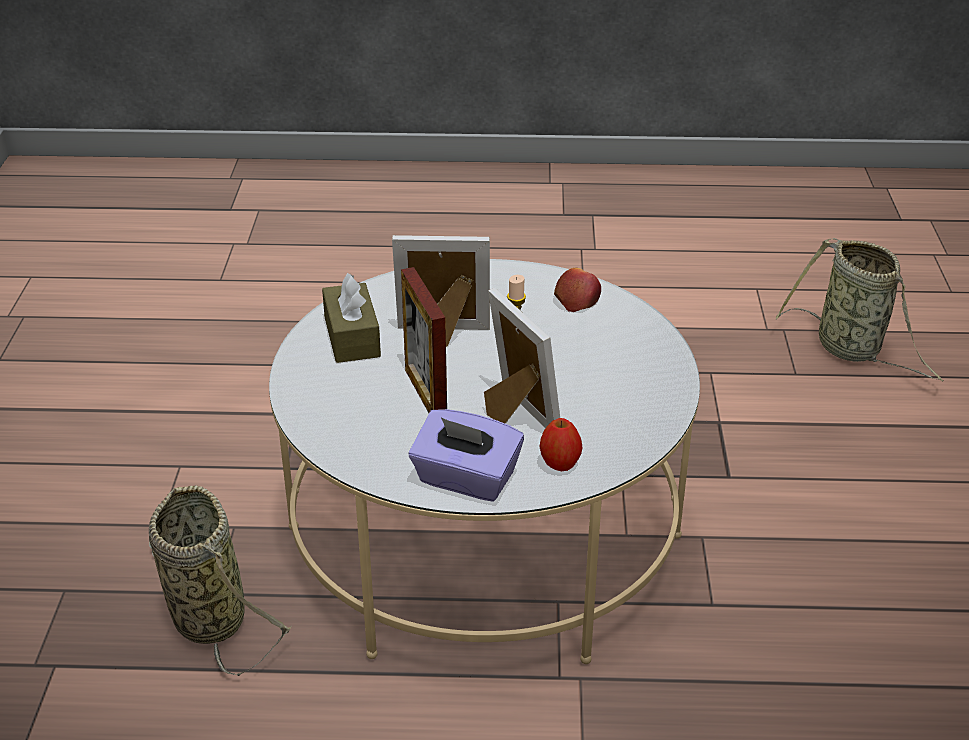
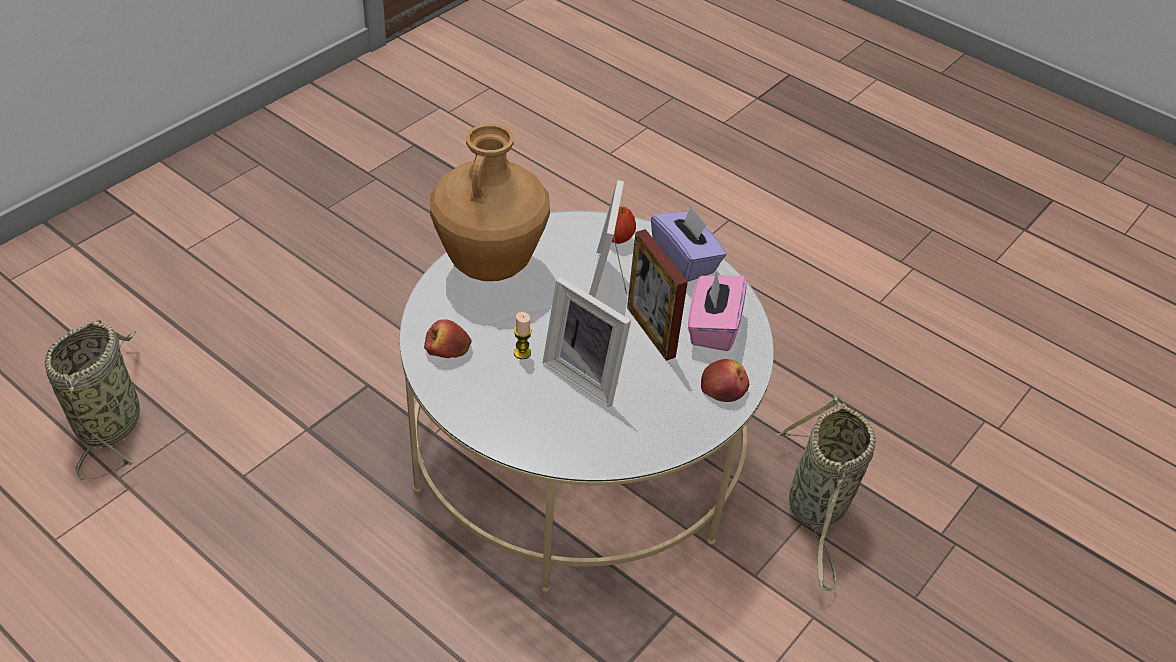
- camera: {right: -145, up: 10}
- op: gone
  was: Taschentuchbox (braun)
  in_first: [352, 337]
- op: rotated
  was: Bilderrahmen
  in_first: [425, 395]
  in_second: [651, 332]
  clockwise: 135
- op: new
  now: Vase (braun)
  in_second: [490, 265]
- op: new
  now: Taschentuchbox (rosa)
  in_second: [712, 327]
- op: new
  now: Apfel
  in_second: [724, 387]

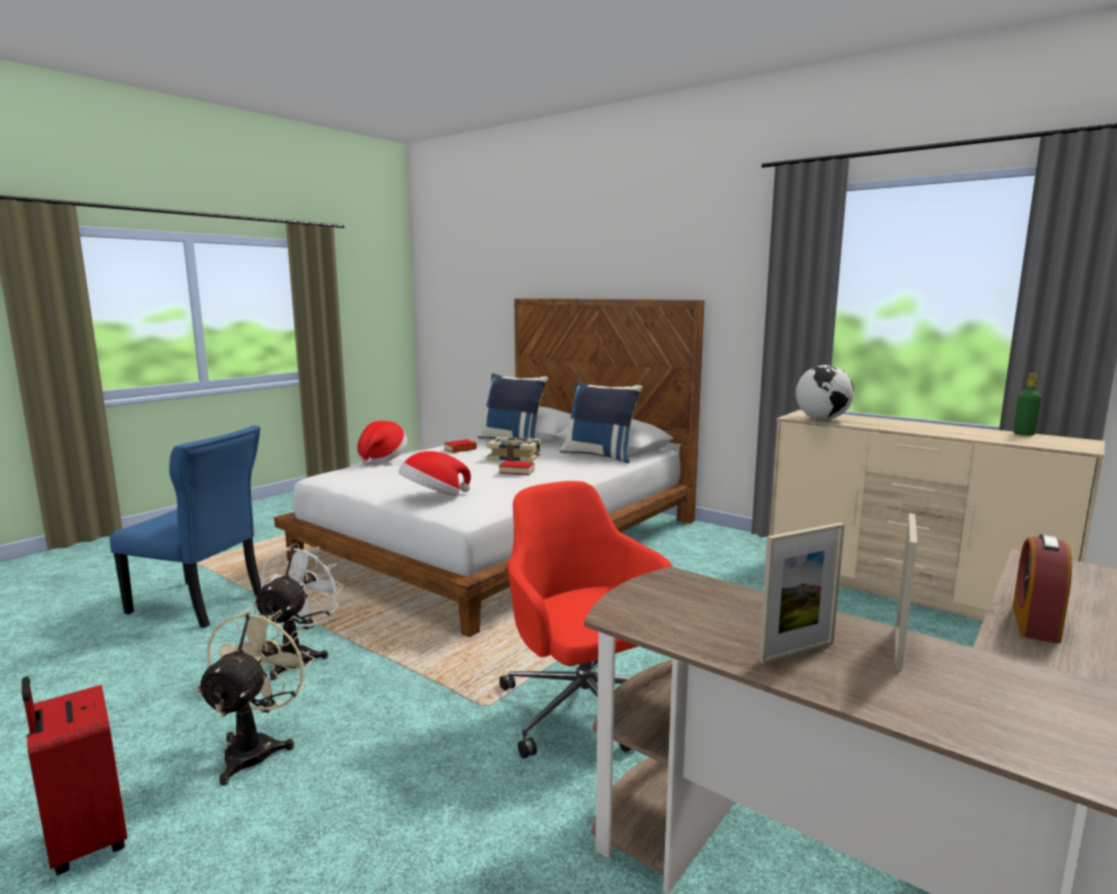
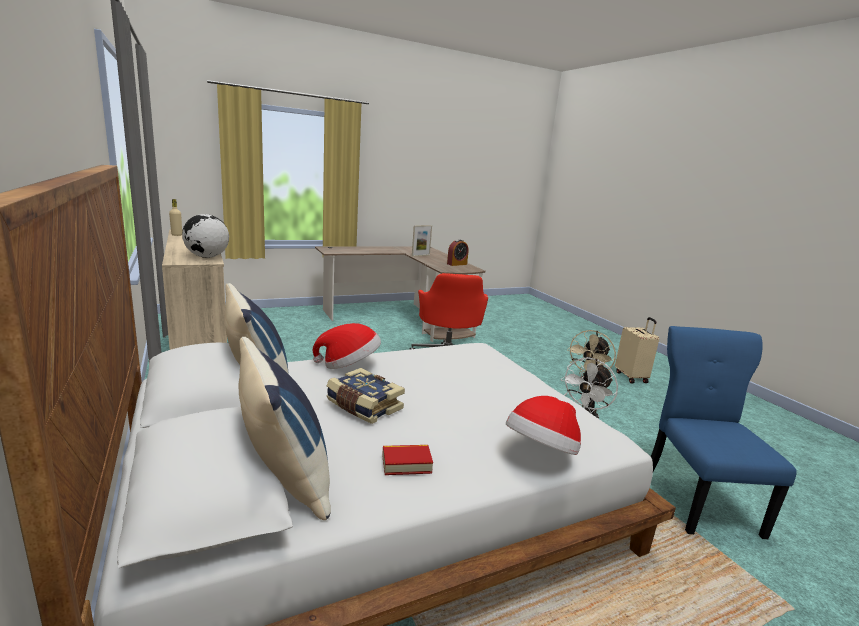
- camera: {right: -155, up: 5}
- op: repainted
  was: Koffer (rot)
  now: Koffer (beige)
  in_first: [85, 842]
  in_second: [631, 377]
- op: rotated
  was: Stuhl (blau)
  in_first: [200, 605]
  in_second: [697, 499]
  clockwise: 45
- op: shifted
  was: Hut
  in_first: [433, 497]
  in_second: [349, 365]
- op: gone
  was: Buch
  in_first: [517, 471]
- op: gone
  was: Bilderrahmen
  in_first: [796, 652]
- op: shifted
  was: Wecker
  in_first: [1035, 624]
  in_second: [457, 264]
- op: repainted
  was: Flasche (grün)
  now: Flasche (beige)
  in_first: [1023, 434]
  in_second: [176, 235]

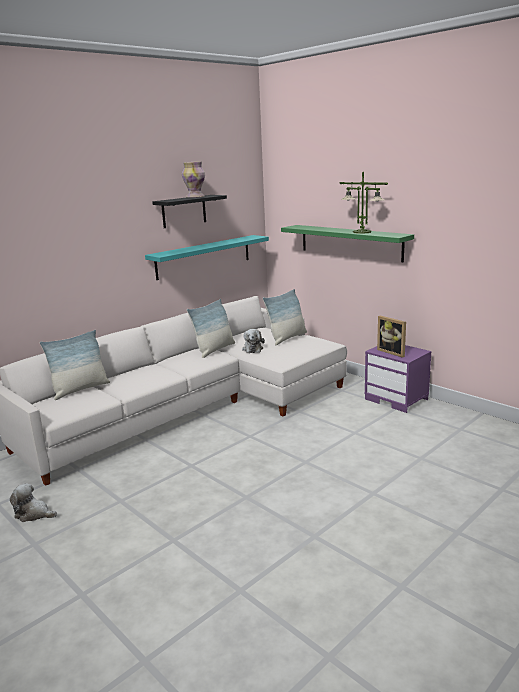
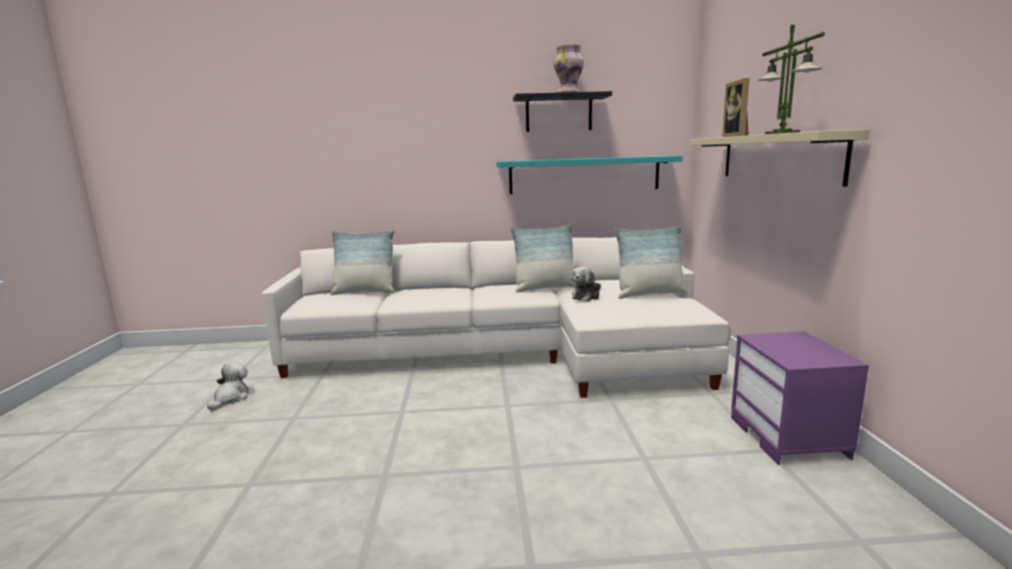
- camera: {right: 40, up: -5}
- op: rotated
  was: Plüschtier
  in_first: [34, 514]
  in_second: [231, 398]
  clockwise: 45
- op: repainted
  was: Wandregal (grün)
  now: Wandregal (beige)
  in_first: [350, 242]
  in_second: [777, 157]
- op: shifted
  was: Bilderrahmen
  in_first: [393, 352]
  in_second: [738, 136]

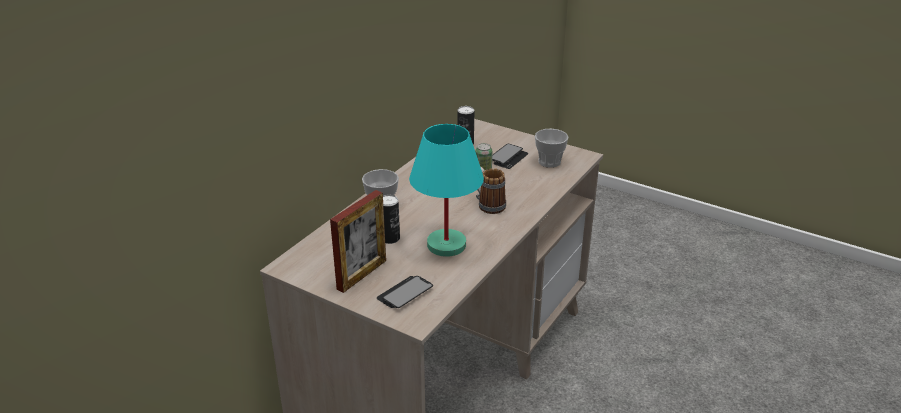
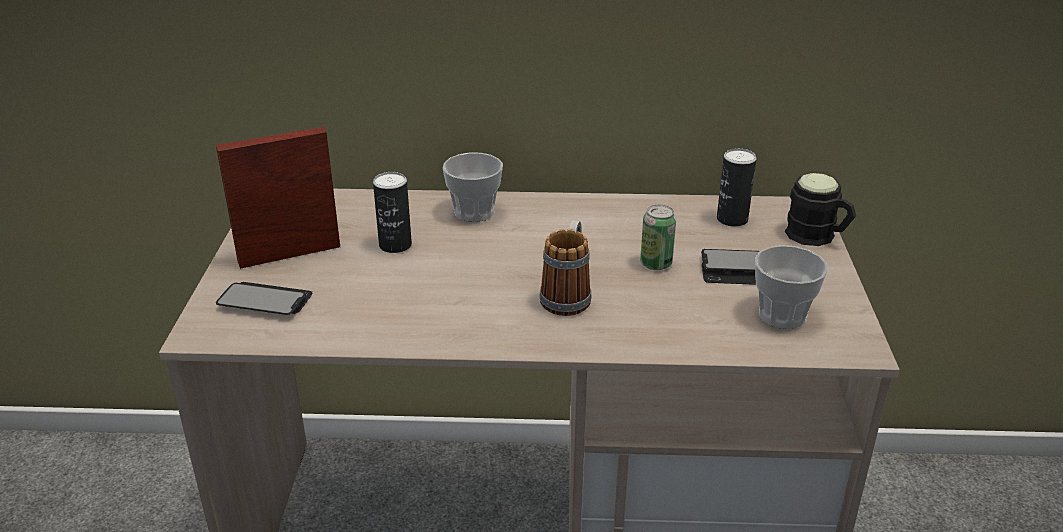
- camera: {right: 60, up: 0}
- op: rotated
  was: Bilderrahmen
  in_first: [362, 274]
  in_second: [289, 254]
  clockwise: 150
- op: gone
  was: Tischlampe (türkis)
  in_first: [447, 245]
- op: new
  now: Henkelbecher (schwarz)
  in_second: [817, 237]

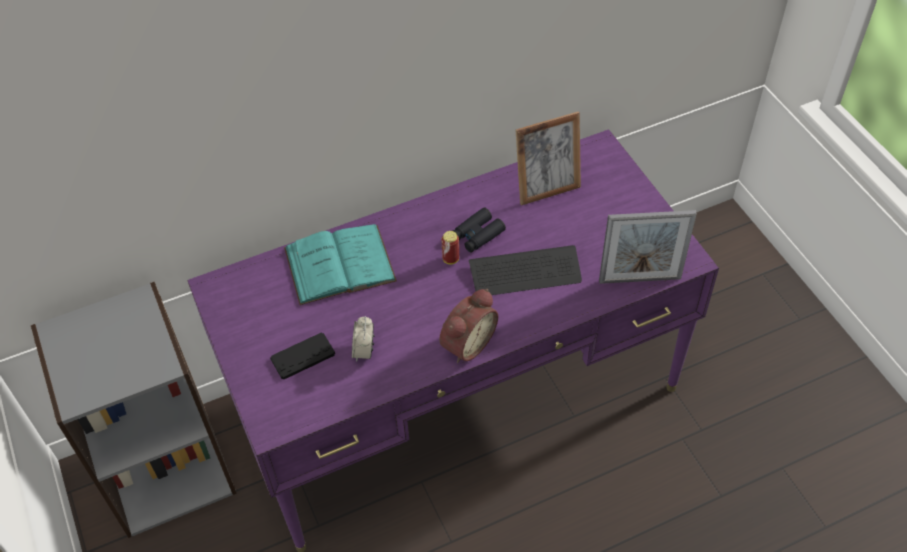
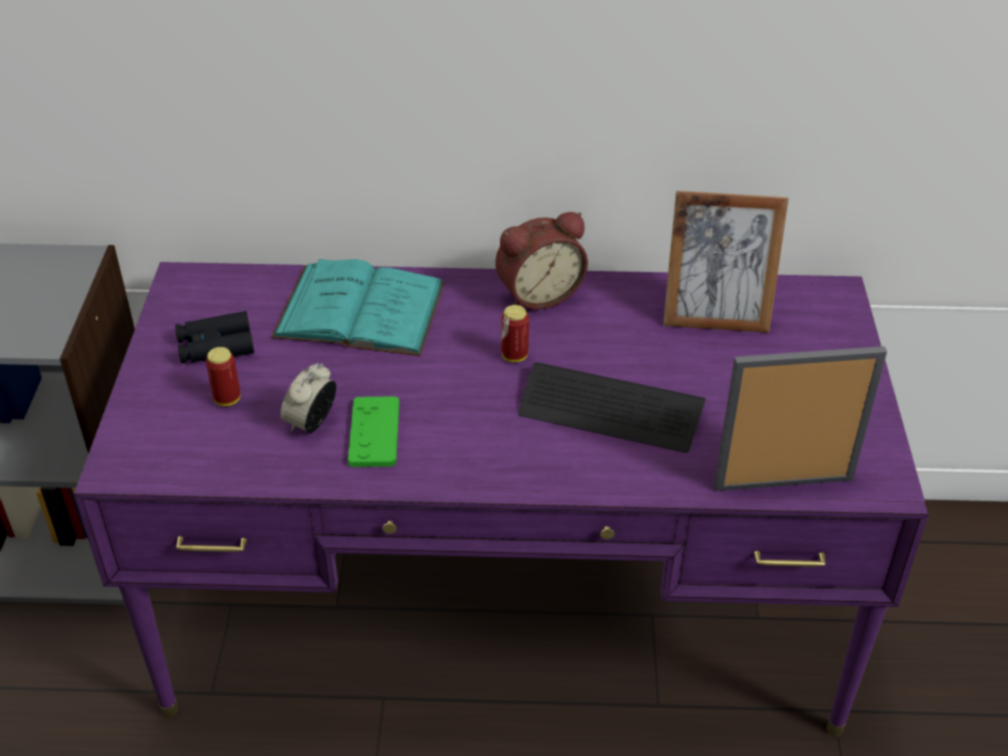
- camera: {right: 25, up: -10}
- op: swapped
  was: Gamepad (schwarz)
  now: Dose
  in_first: [303, 356]
  in_second: [227, 399]
- op: shifted
  was: Wecker
  in_first: [466, 343]
  in_second: [538, 293]
- op: shifted
  was: Fernglas (schwarz)
  in_first: [477, 235]
  in_second: [215, 346]
- op: rotated
  was: Bilderrahmen
  in_first: [639, 279]
  in_second: [783, 482]
  clockwise: 150
- op: new
  now: Gamepad (grün)
  in_second: [374, 433]

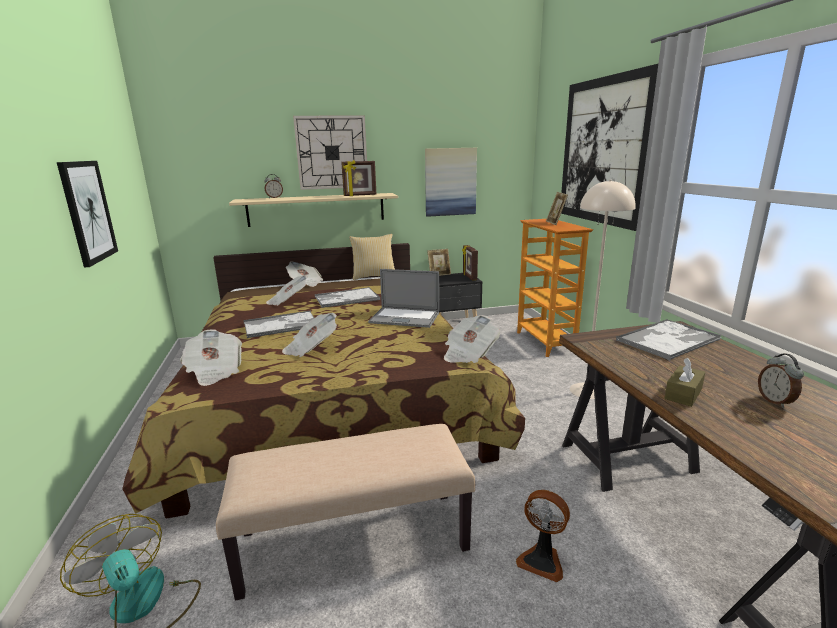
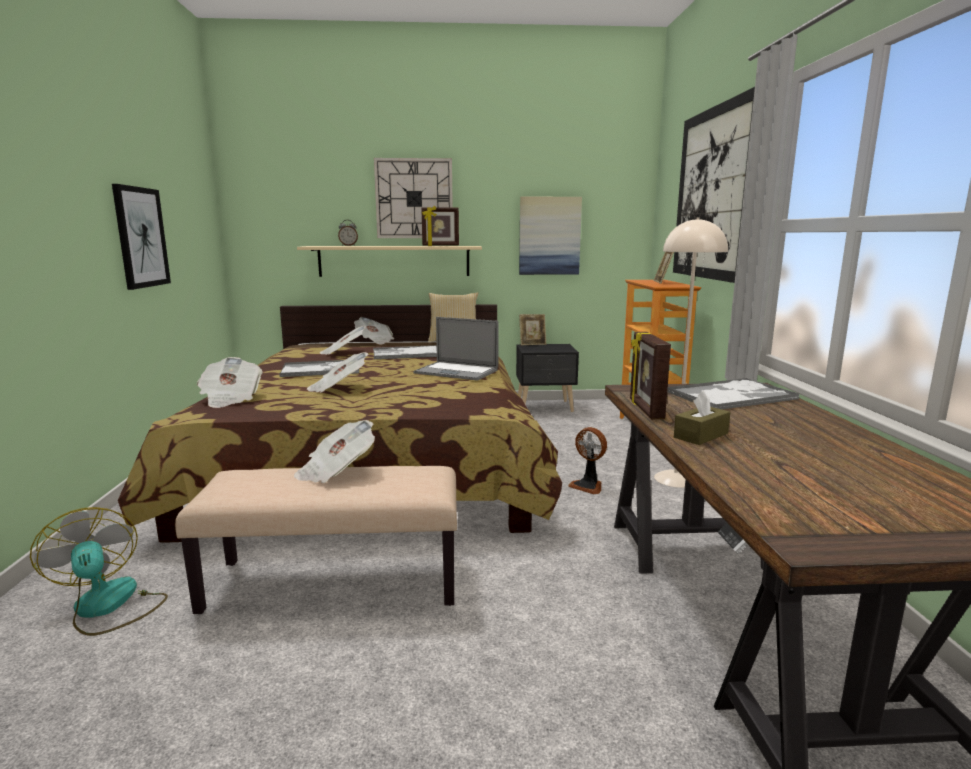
- camera: {right: 10, up: -5}
- op: shifted
  was: Zeitung
  in_first: [469, 354]
  in_second: [336, 471]
- op: shifted
  was: Bilderrahmen
  in_first: [469, 277]
  in_second: [645, 409]
- op: shifted
  was: Ventilator
  in_first: [542, 560]
  in_second: [588, 486]
- op: gone
  was: Wecker
  in_first: [775, 401]

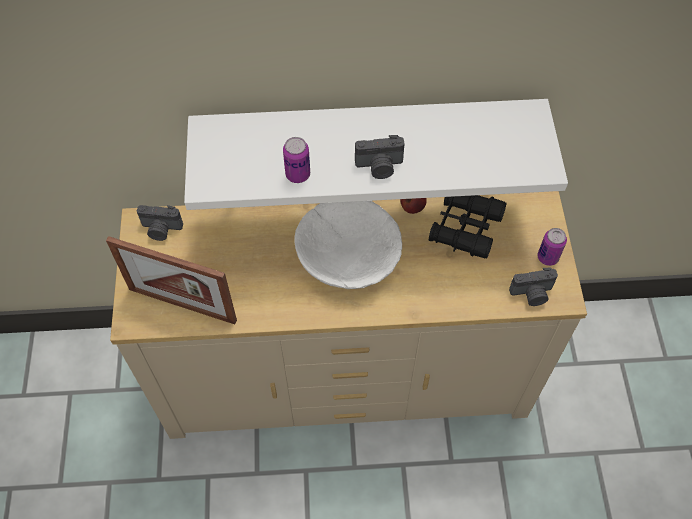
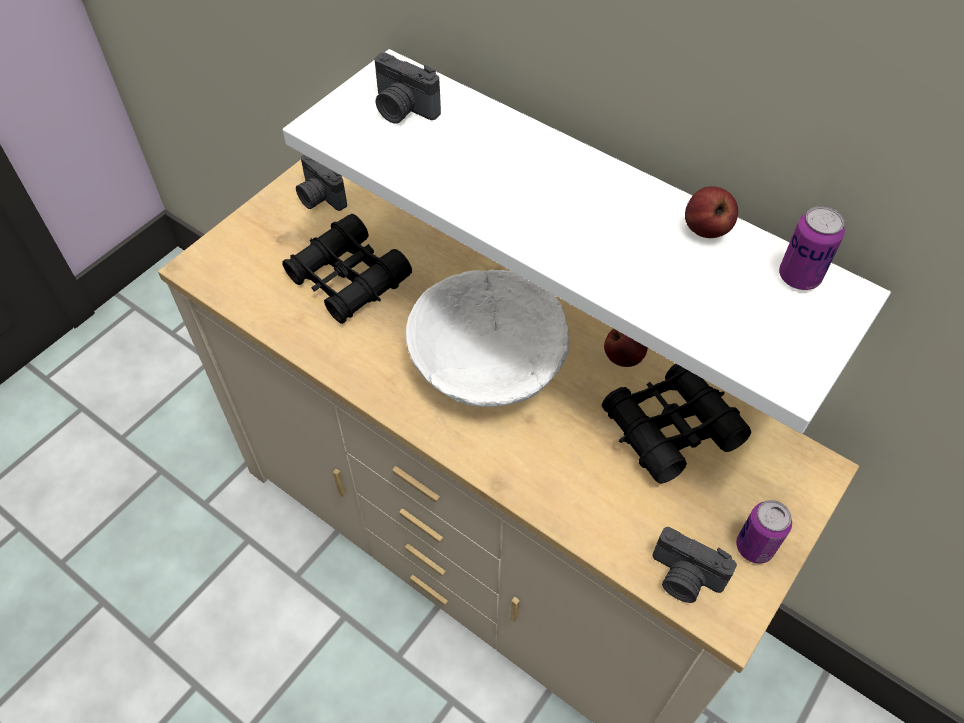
- camera: {right: 40, up: -5}
- op: gone
  was: Bilderrahmen
  in_first: [182, 304]
- op: shifted
  was: Dose
  in_first: [298, 174]
  in_second: [799, 277]
- op: shifted
  was: Kamera
  in_first: [379, 167]
  in_second: [402, 110]
- op: new
  now: Fernglas (schwarz)
  in_second: [348, 279]
- op: new
  now: Apfel
  in_second: [705, 230]

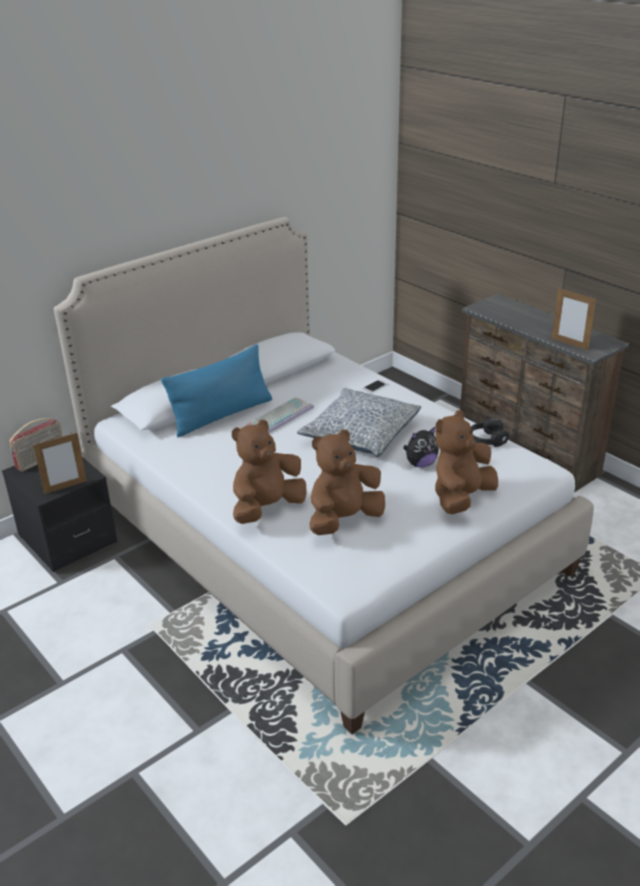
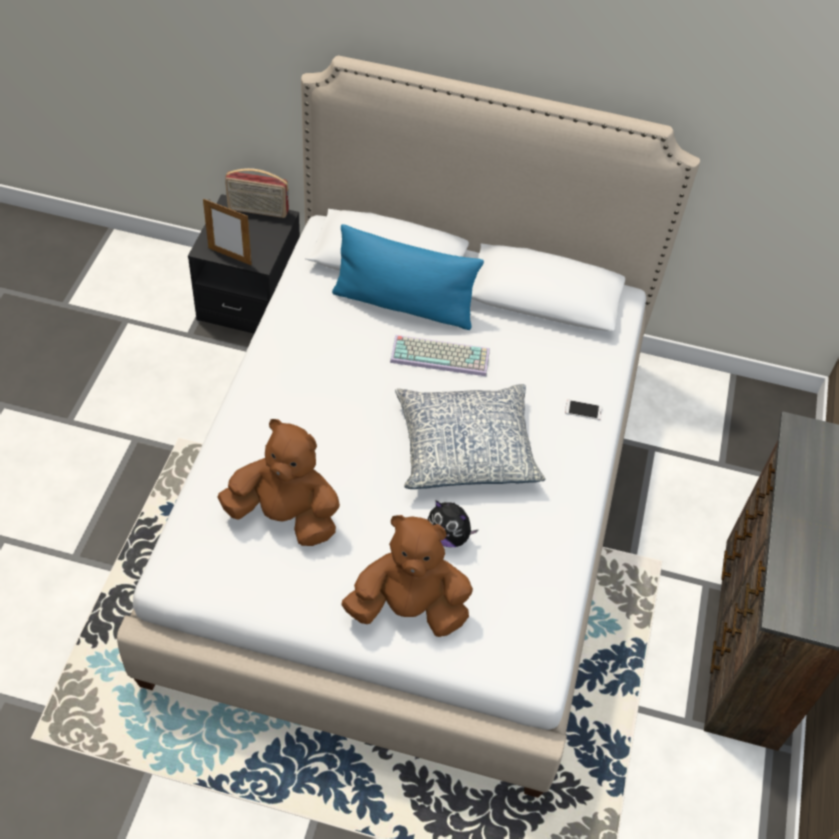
- camera: {right: 50, up: 20}
- op: gone
  was: Plüschtier (braun)
  in_first: [267, 508]
- op: gone
  was: Kopfhörer (schwarz)
  in_first: [487, 440]
- op: gone
  was: Bilderrahmen
  in_first: [569, 344]

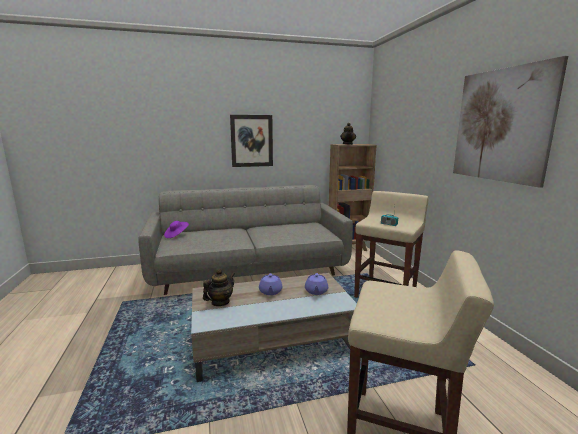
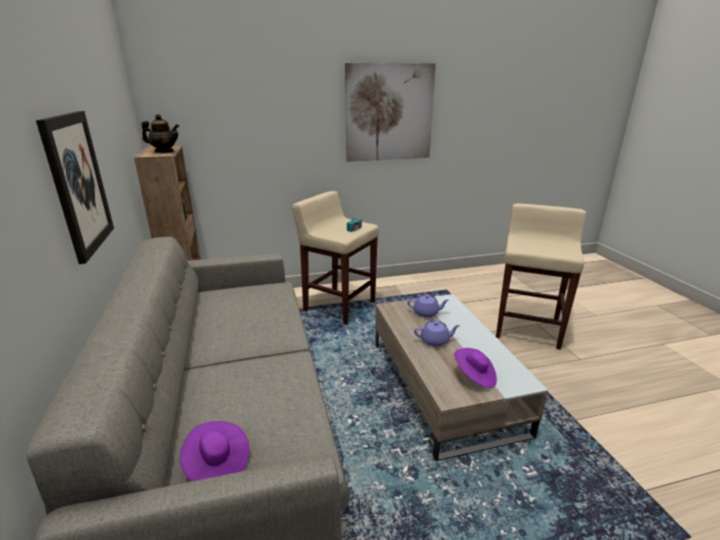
- camera: {right: -90, up: 10}
- op: swapped
  was: Teekanne
  now: Hut (lila)
  in_first: [220, 302]
  in_second: [474, 376]

